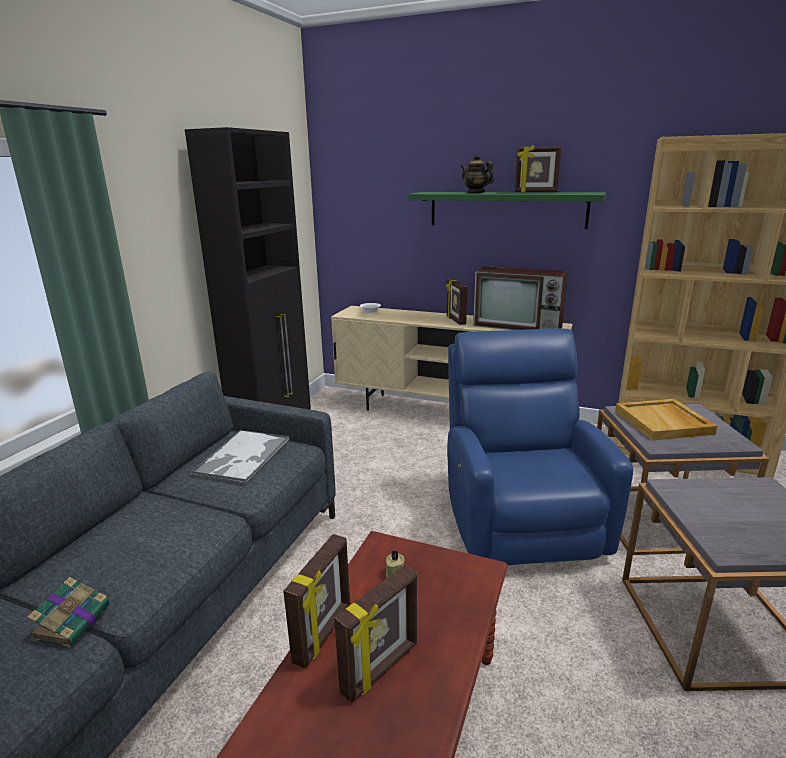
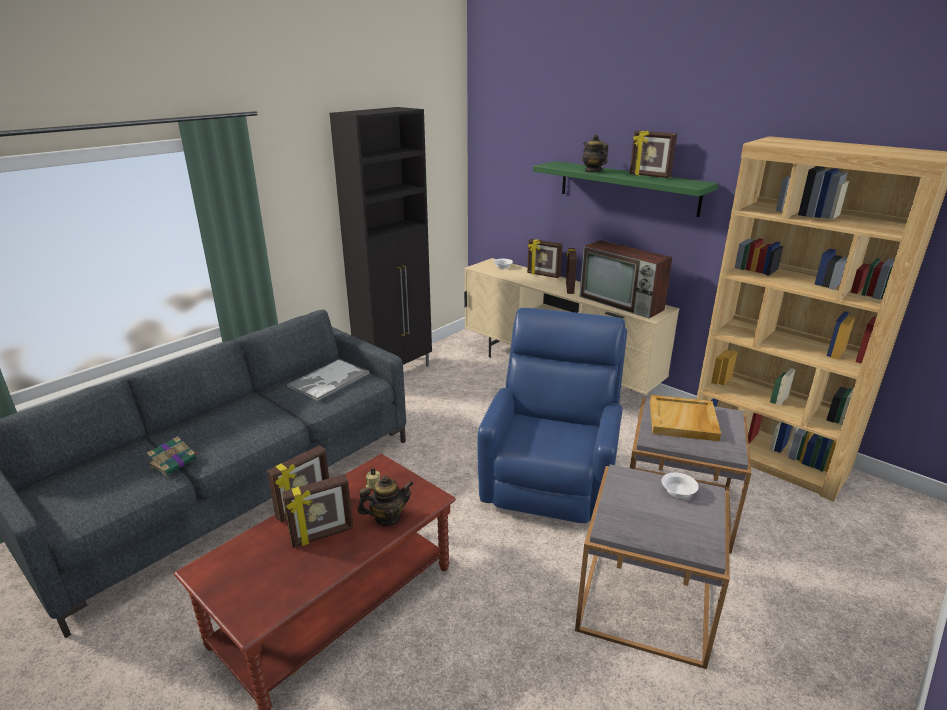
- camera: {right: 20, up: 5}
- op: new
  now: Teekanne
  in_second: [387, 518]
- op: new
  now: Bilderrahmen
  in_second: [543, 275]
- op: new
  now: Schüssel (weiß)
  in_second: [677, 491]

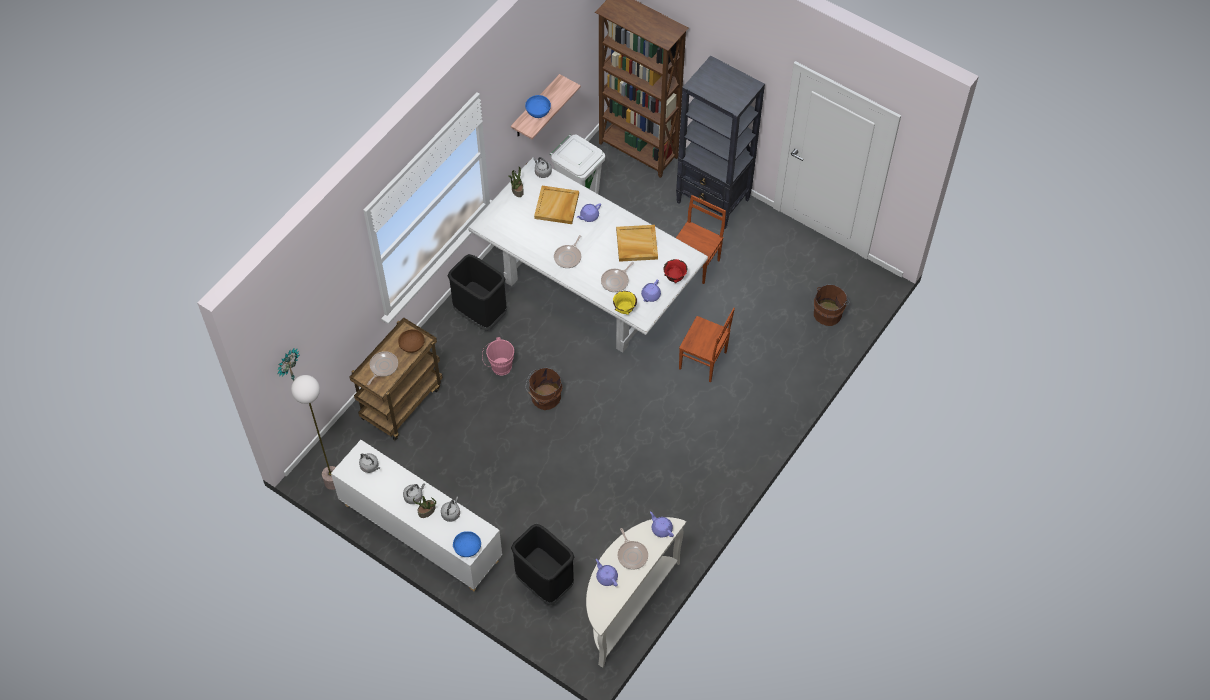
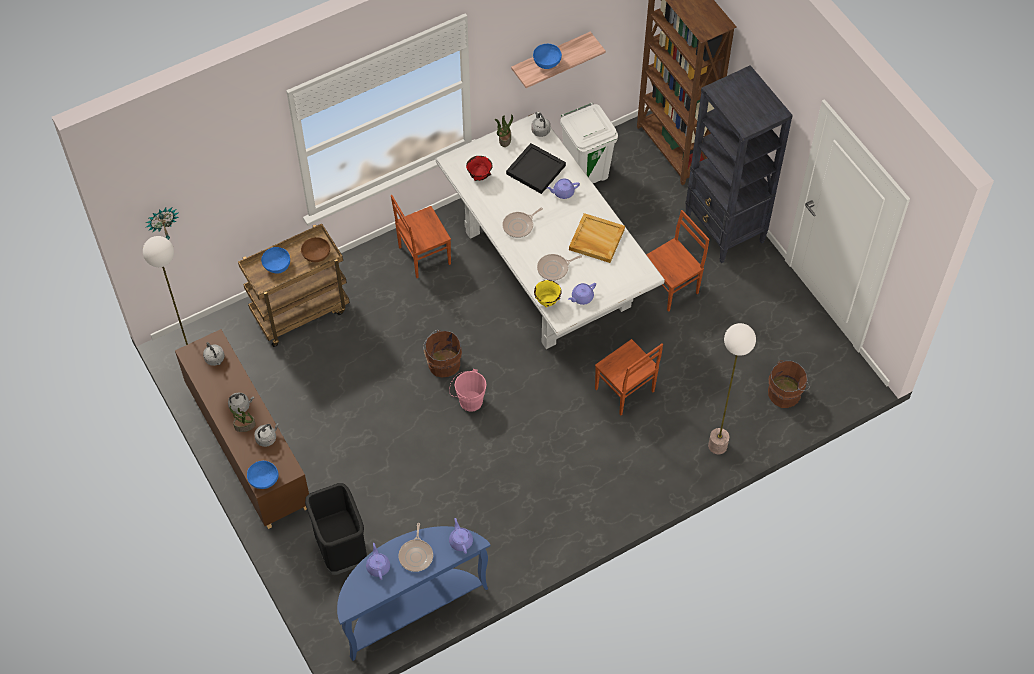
- camera: {right: 25, up: 0}
- op: repainted
  was: Schrank (weiß)
  now: Schrank (braun)
  in_first: [420, 532]
  in_second: [248, 448]
- op: swapped
  was: Pfanne
  now: Schüssel (blau)
  in_first: [383, 367]
  in_second: [276, 265]
- op: swapped
  was: Mülleimer (schwarz)
  now: Stuhl (braun)
  in_first: [480, 315]
  in_second: [423, 255]
- op: shifted
  was: Eimer (rosa)
  in_first: [499, 367]
  in_second: [468, 401]
- op: repainted
  was: Tablett (beige)
  now: Tablett (schwarz)
  in_first: [557, 206]
  in_second: [536, 170]
- op: repainted
  was: Konsolentisch (weiß)
  now: Konsolentisch (blau)
  in_first: [626, 604]
  in_second: [411, 607]
- op: shifted
  was: Schüssel (rot)
  in_first: [674, 278]
  in_second: [479, 176]
- op: new
  now: Stehlampe
  in_second: [718, 446]

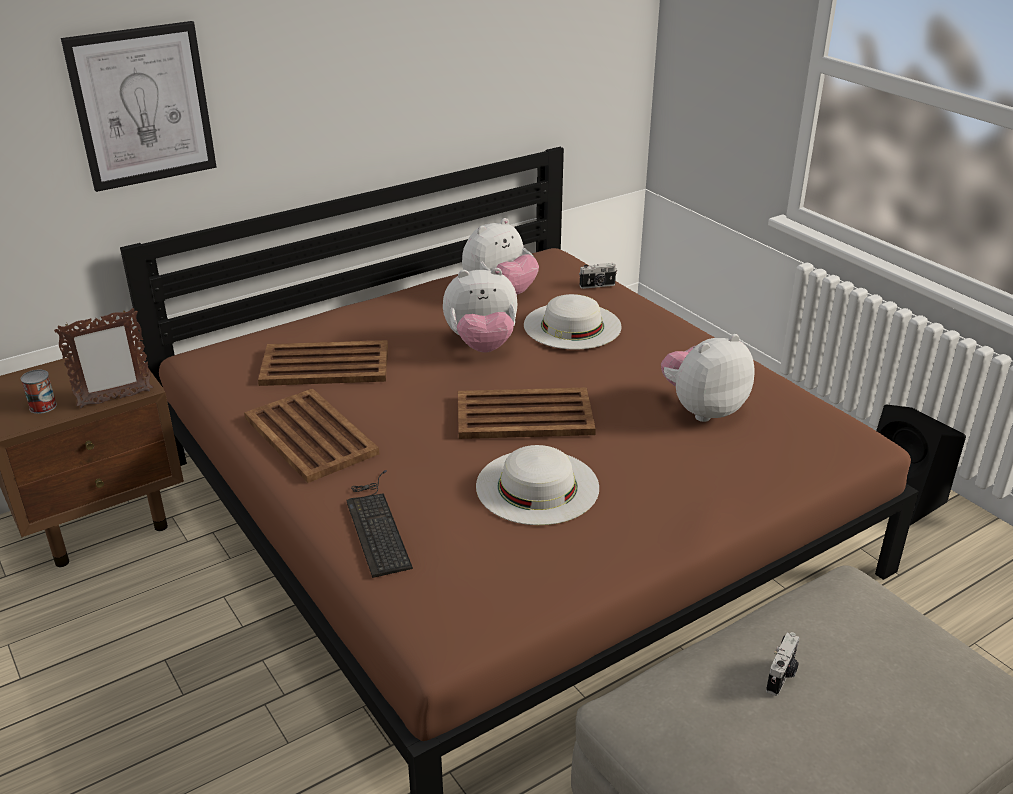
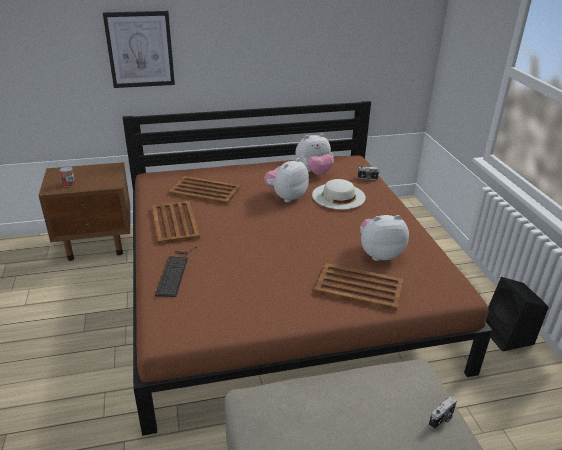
- camera: {right: 20, up: 0}
- op: gone
  was: Bilderrahmen
  in_first: [115, 399]
- op: rotated
  was: Plüschtier
  in_first: [482, 345]
  in_second: [286, 197]
  clockwise: 120
- op: shifted
  was: Tablett (braun)
  in_first: [526, 415]
  in_second: [360, 287]
- op: gone
  was: Hut (weiß)
  in_first: [537, 486]
- op: shifted
  was: Kamera
  in_first: [782, 676]
  in_second: [442, 419]

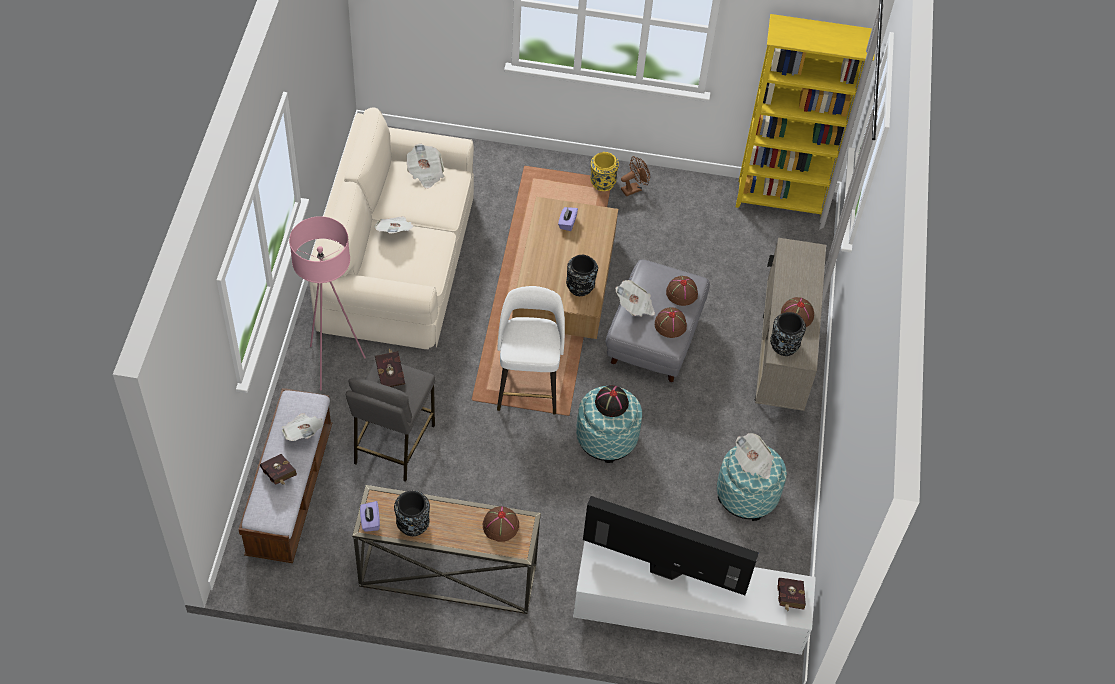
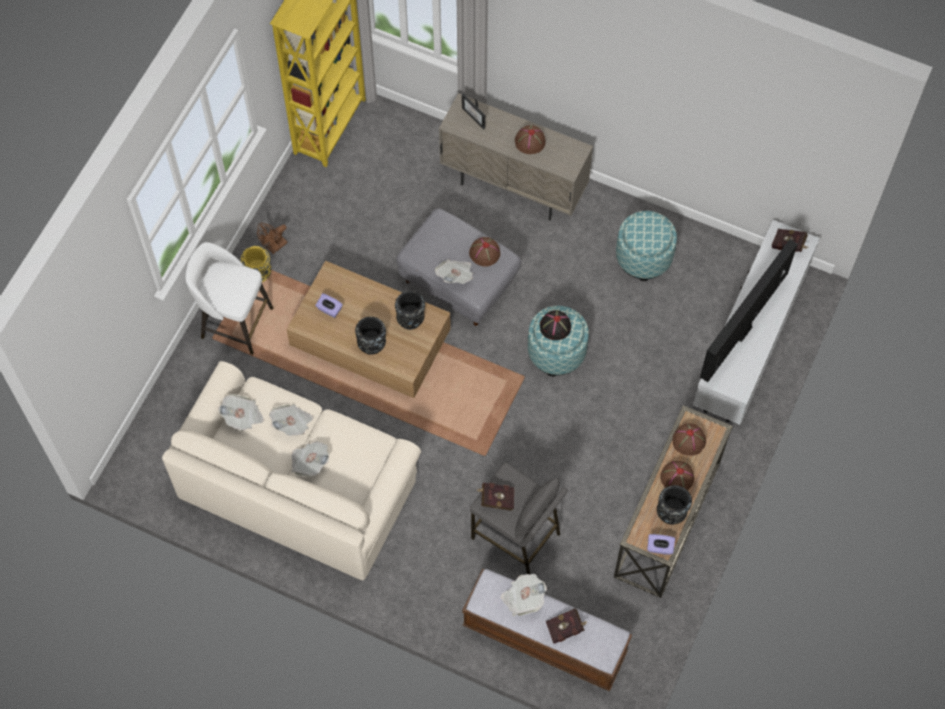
- camera: {right: -70, up: 10}
- op: gone
  was: Stehlampe (rosa)
  in_first: [333, 364]
- op: shifted
  was: Hocker (weiß)
  in_first: [528, 385]
  in_second: [234, 322]
- op: rotated
  was: Ventilator (braun)
  in_first: [634, 188]
  in_second: [274, 247]
  clockwise: -120
- op: shifted
  was: Hut (braun)
  in_first: [681, 292]
  in_second: [676, 477]
- op: shifted
  was: Zeitung
  in_first: [753, 463]
  in_second: [292, 424]
- op: shifted
  was: Vase (schwarz)
  in_first: [783, 346]
  in_second: [372, 344]
- op: new
  now: Bilderrahmen
  in_second: [476, 116]

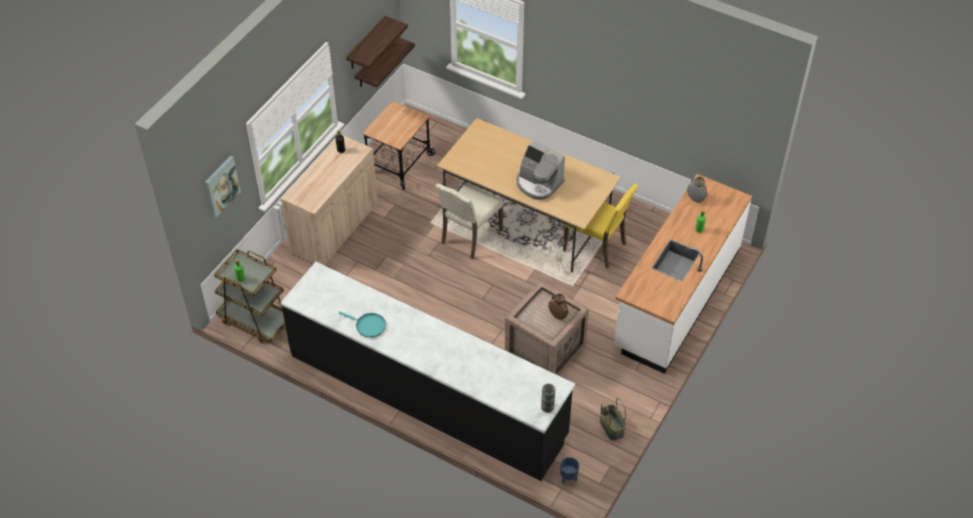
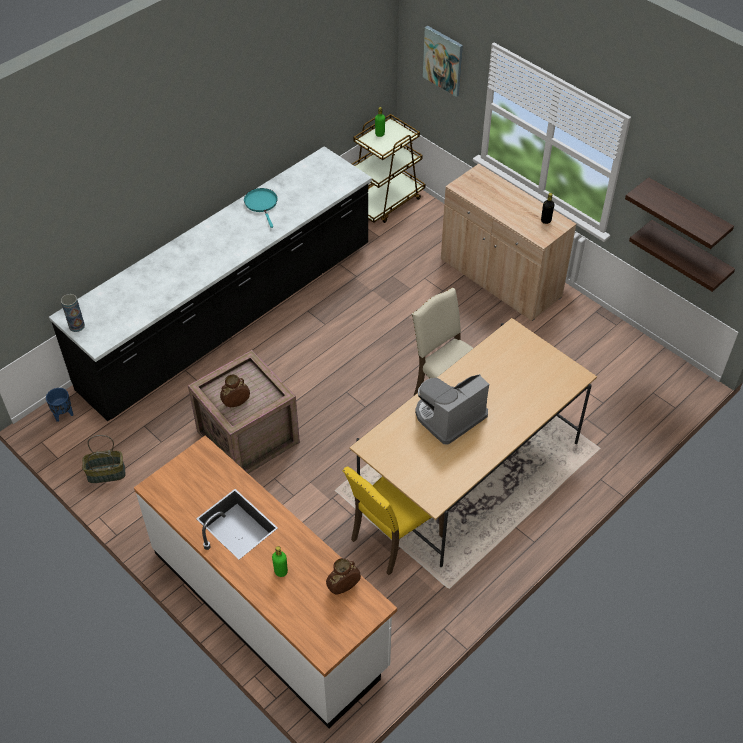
- camera: {right: 105, up: 0}
- op: rotated
  was: Pfanne (türkis)
  in_first: [368, 326]
  in_second: [262, 204]
  clockwise: 120
- op: gone
  was: Rollwagen
  in_first: [398, 163]
- op: repainted
  was: Vase (grau)
  now: Vase (braun)
  in_first: [695, 199]
  in_second: [343, 587]

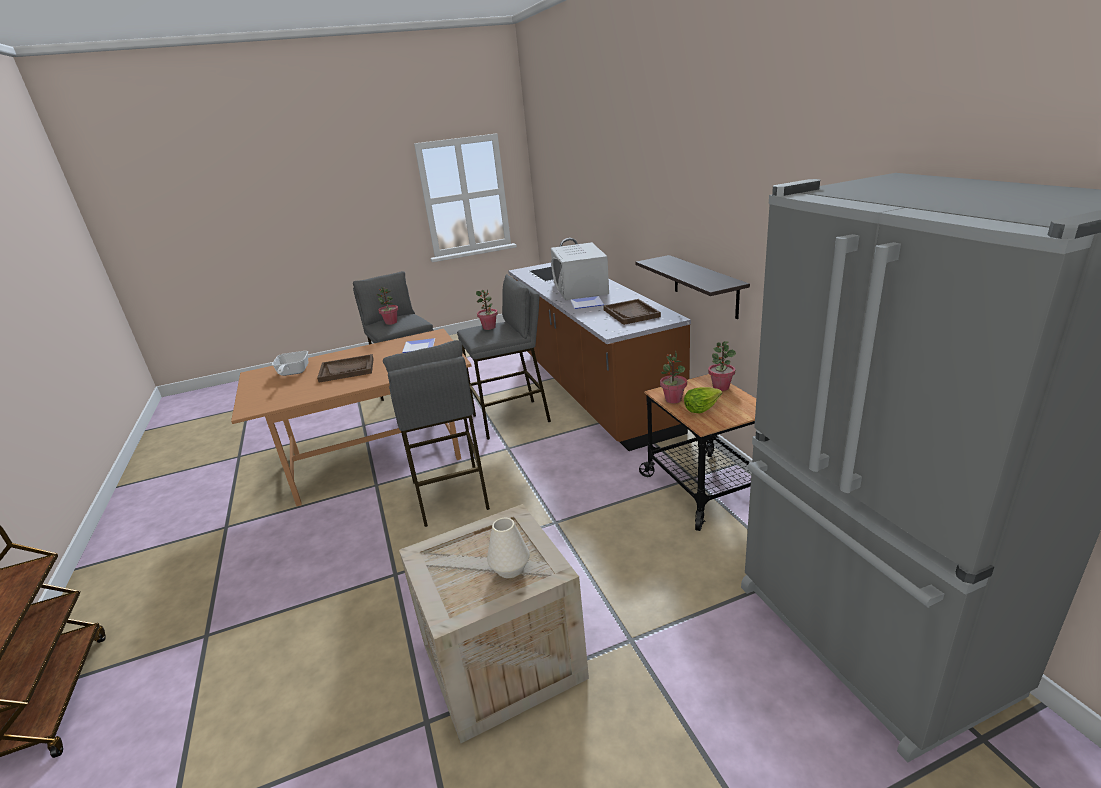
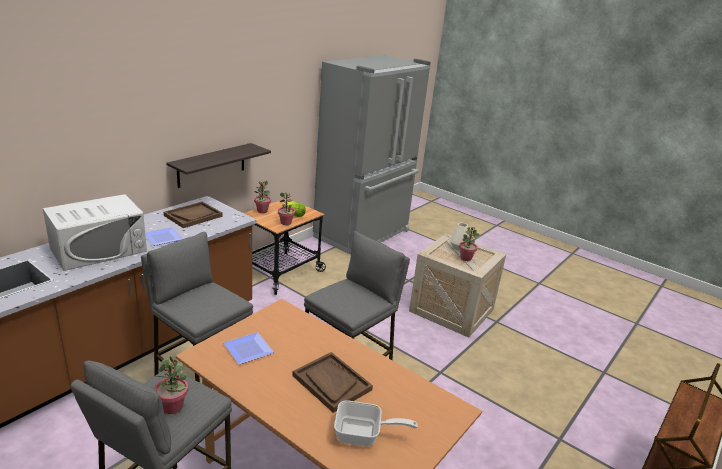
- camera: {right: -125, up: 0}
- op: rotated
  was: Pfanne
  in_first: [292, 373]
  in_second: [363, 435]
  clockwise: 45
- op: shifted
  was: Topfpflanze
  in_first: [489, 327]
  in_second: [465, 258]

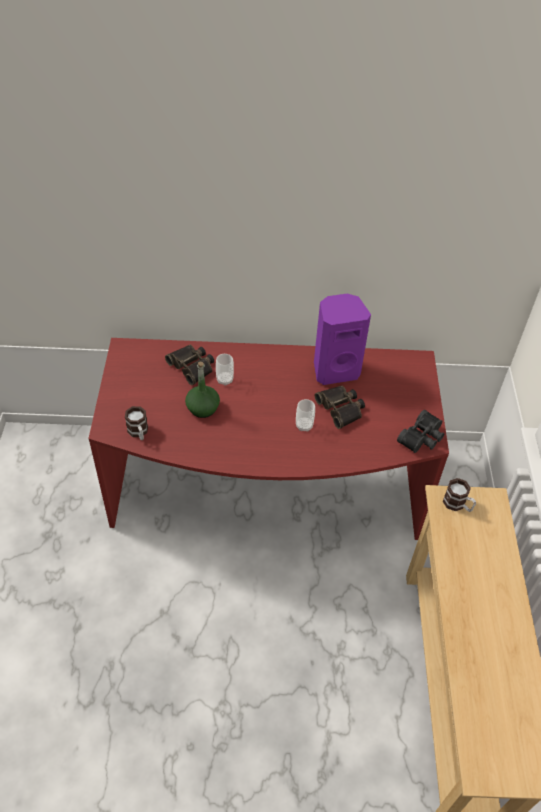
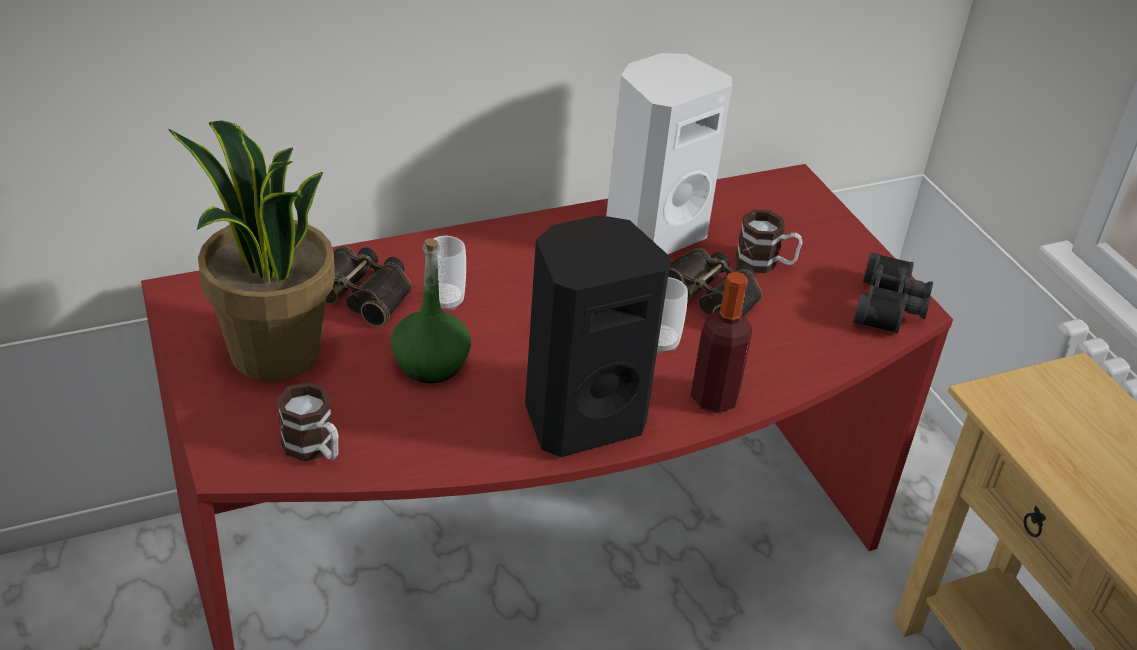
- camera: {right: -25, up: -10}
- op: repainted
  was: Lautsprecher (lila)
  now: Lautsprecher (weiß)
  in_first: [335, 370]
  in_second: [652, 232]
- op: shifted
  was: Henkelbecher
  in_first: [457, 505]
  in_second: [765, 263]
- op: new
  now: Topfpflanze
  in_second: [273, 353]
- op: new
  now: Lautsprecher (schwarz)
  in_second: [581, 417]
- op: new
  now: Flasche
  in_second: [714, 398]

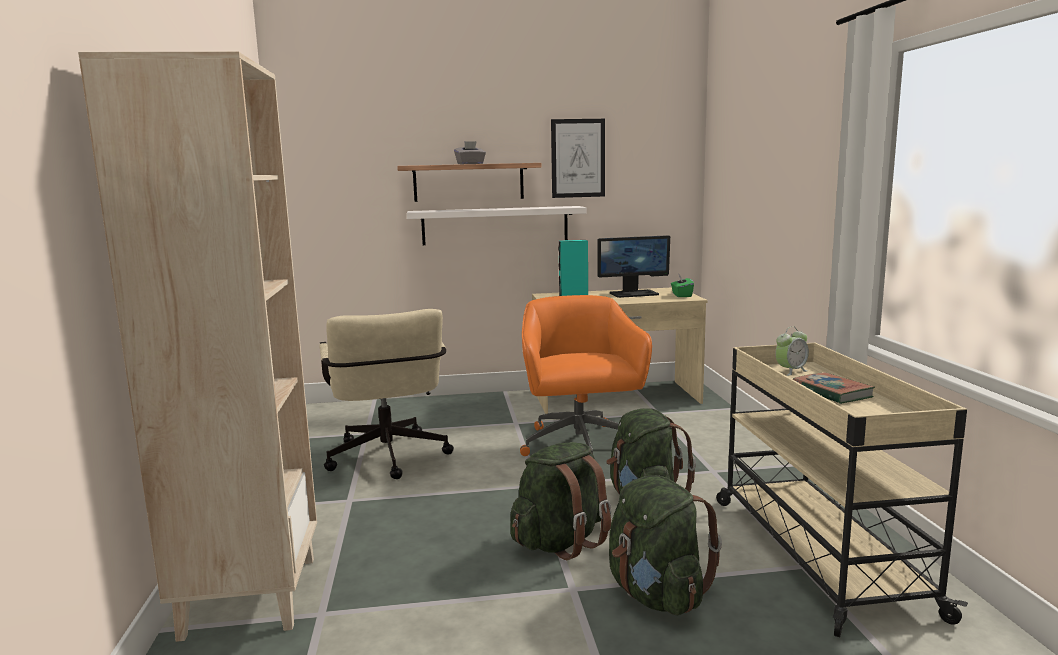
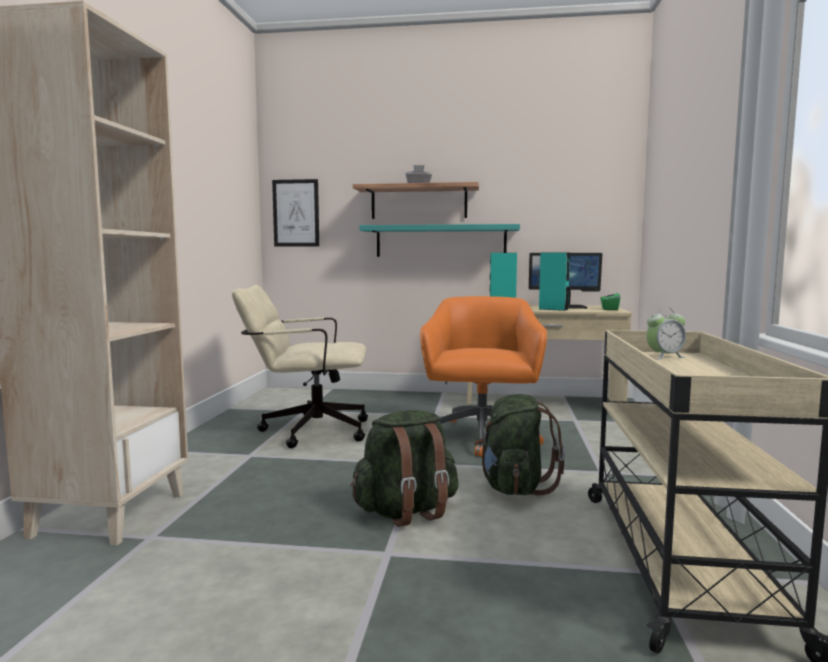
- camera: {right: 15, up: -5}
- op: rotated
  was: Bürostuhl (beige)
  in_first: [389, 460]
  in_second: [306, 431]
  clockwise: 90
- op: repainted
  was: Wandregal (weiß)
  now: Wandregal (türkis)
  in_first: [495, 225]
  in_second: [440, 241]
- op: shifted
  was: Bild
  in_first: [578, 158]
  in_second: [296, 213]
- op: gone
  was: Rucksack (grün)
  in_first: [656, 594]
- op: gone
  was: Buch
  in_first: [831, 392]
- op: new
  now: Lautsprecher (türkis)
  in_second: [553, 309]

